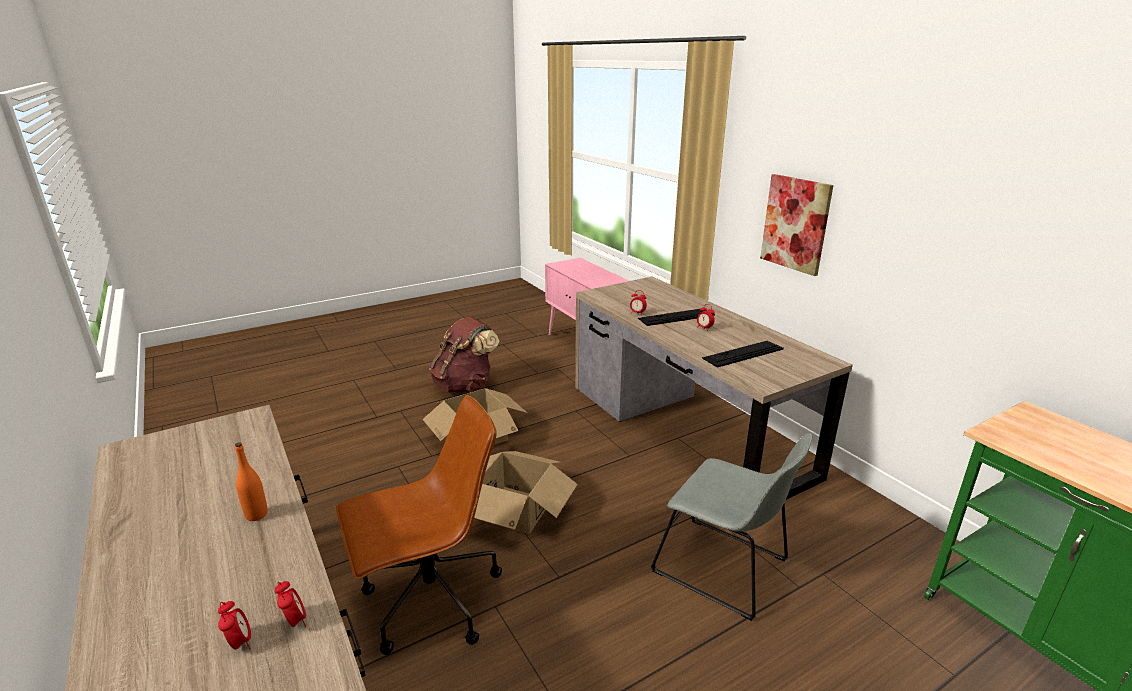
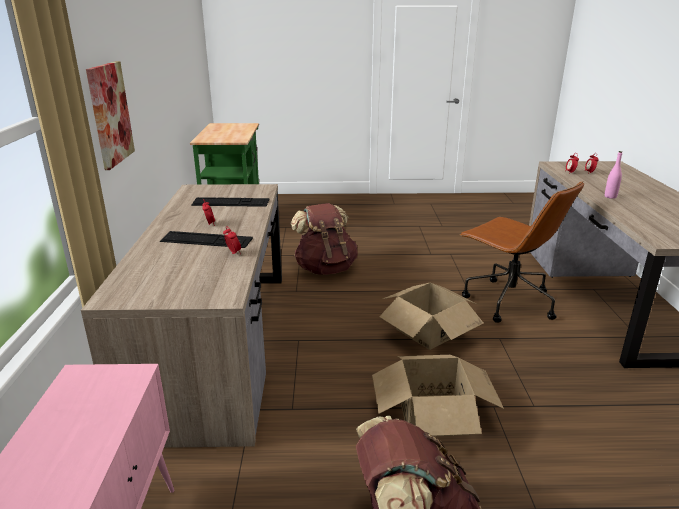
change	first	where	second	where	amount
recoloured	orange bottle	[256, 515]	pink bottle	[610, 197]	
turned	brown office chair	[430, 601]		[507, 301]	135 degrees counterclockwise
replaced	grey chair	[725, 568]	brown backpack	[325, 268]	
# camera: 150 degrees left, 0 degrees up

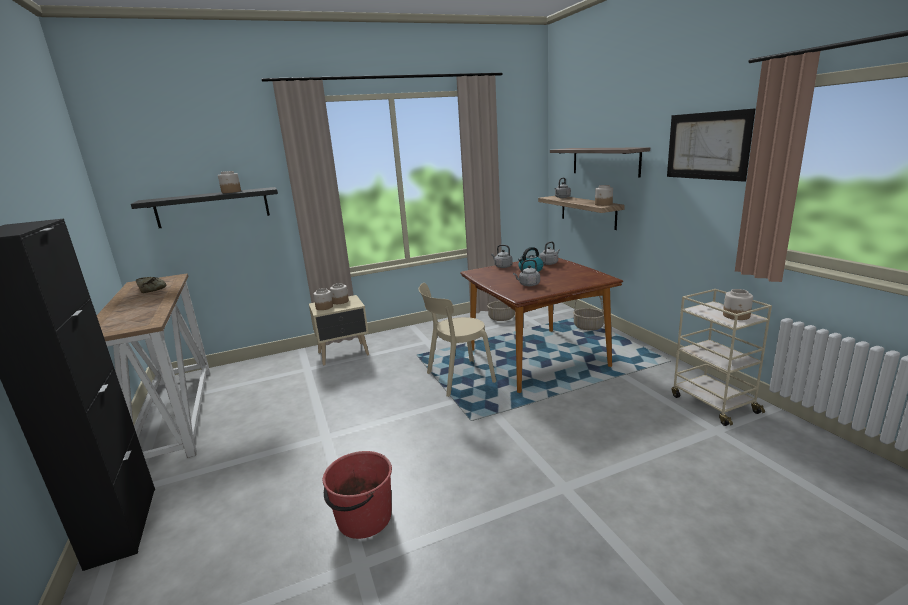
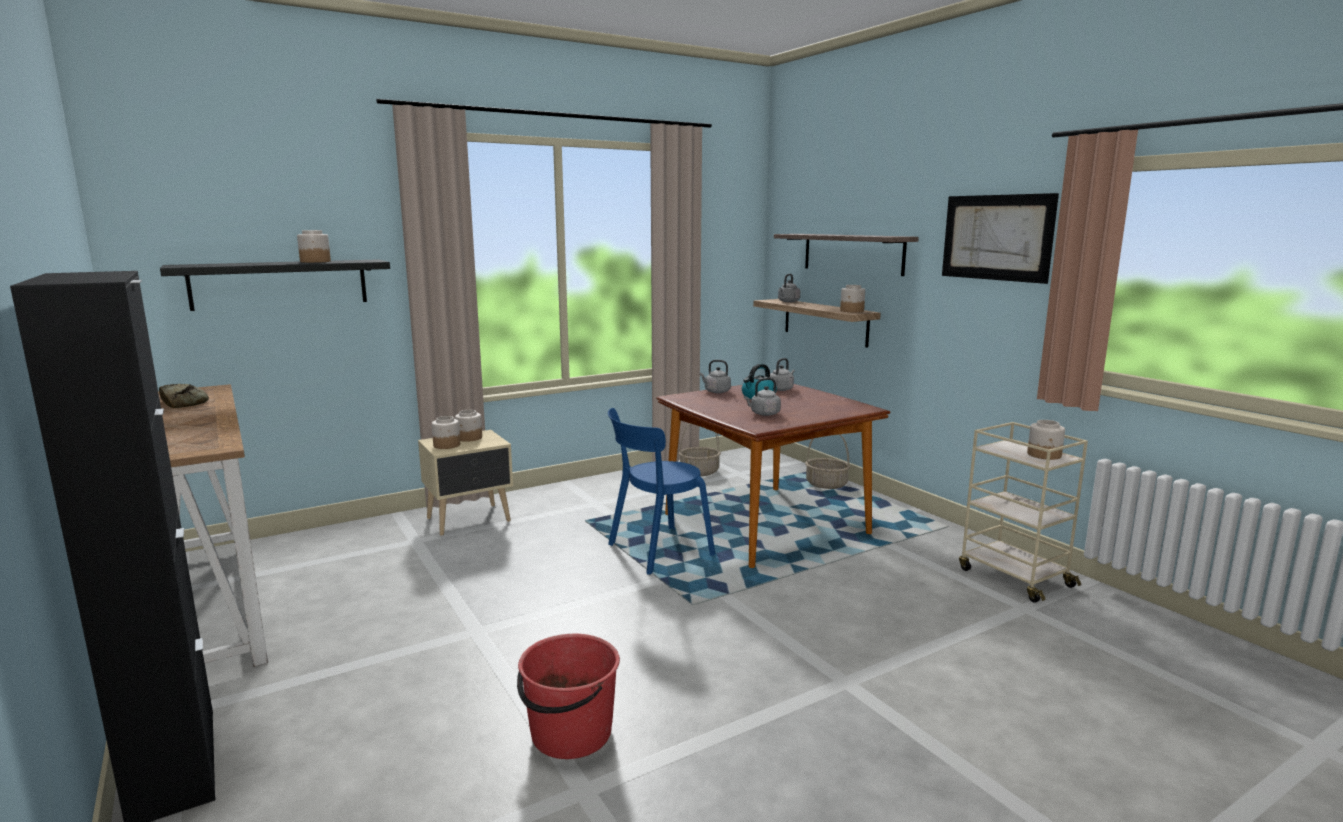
change	first	where	second	where	amount
recoloured	beige chair	[457, 378]	blue chair	[656, 551]	
# camera: 10 degrees left, 5 degrees down

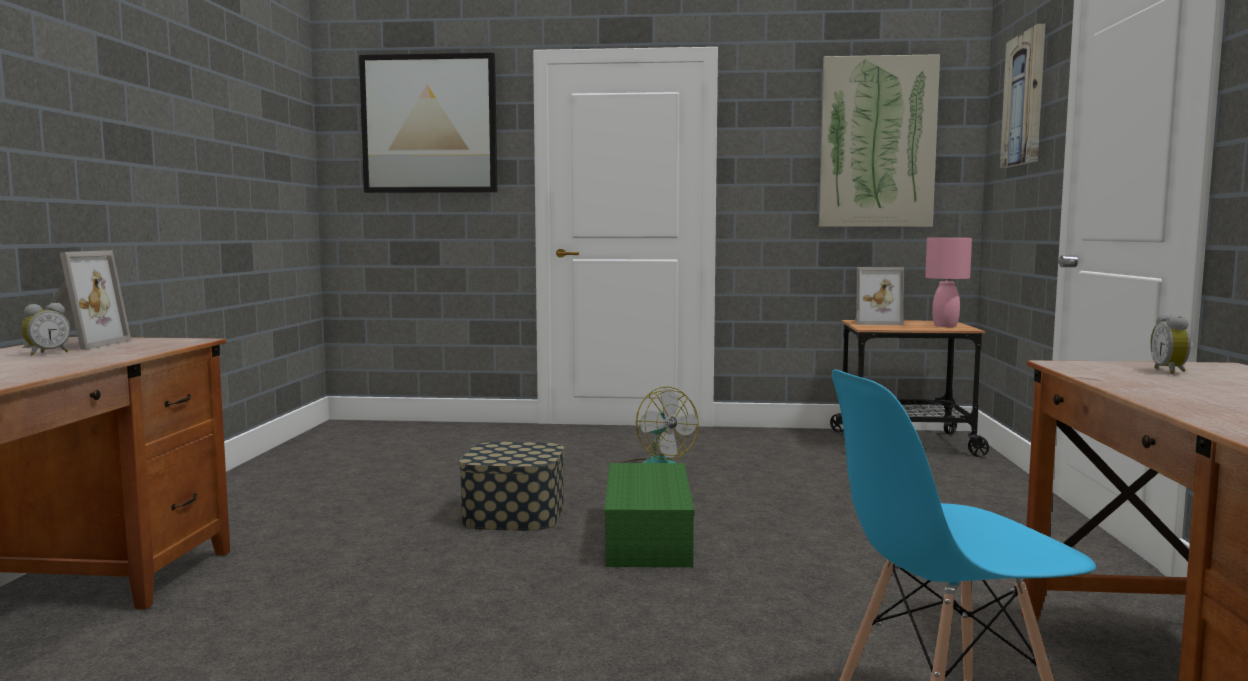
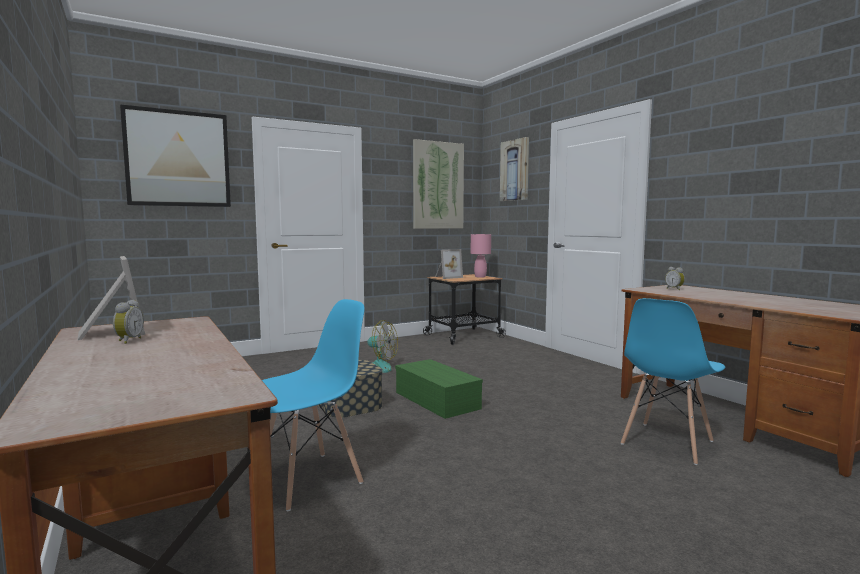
change	first	where	second	where	amount
added			blue chair	[309, 480]	
# camera: 35 degrees left, 0 degrees up

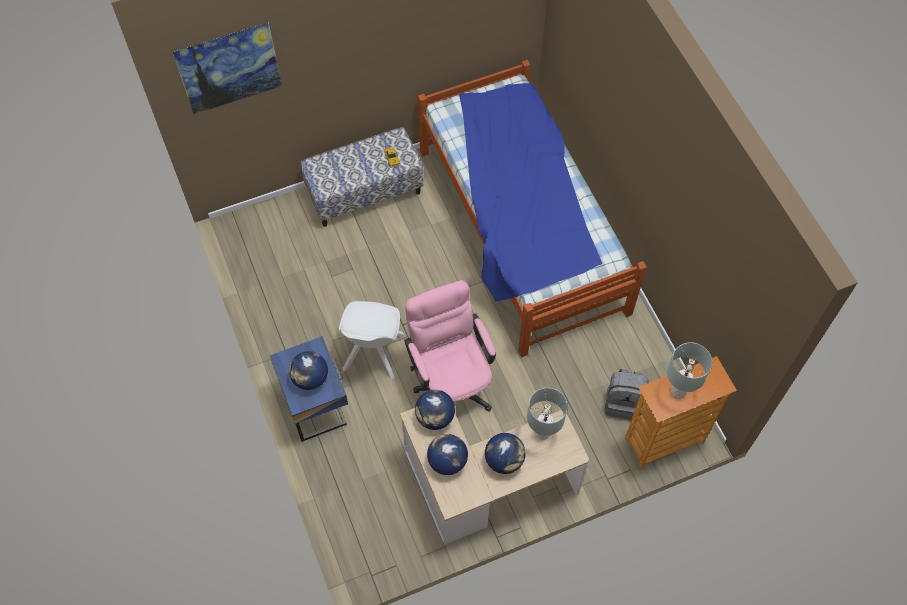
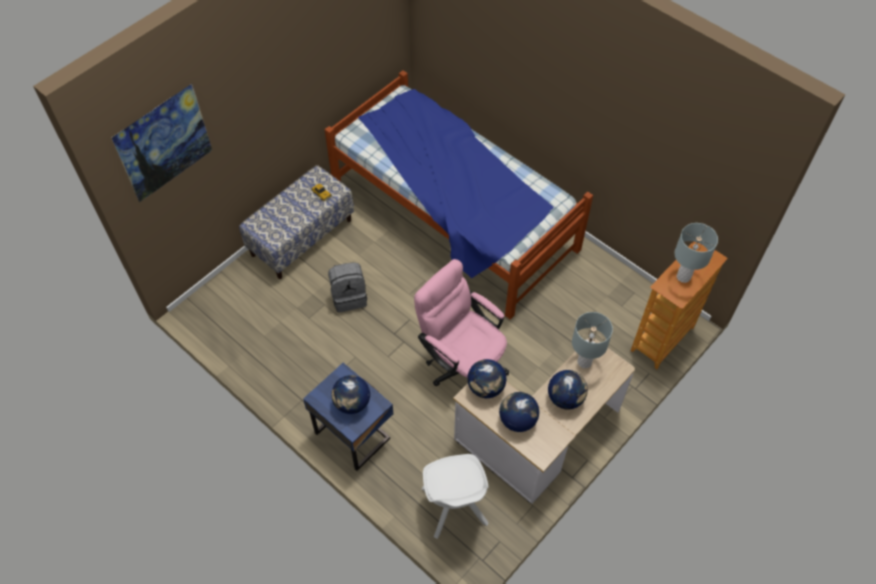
change	first	where	second	where	amount
moved	white chair	[372, 353]		[455, 508]	
moved	grey backpack	[623, 402]		[349, 297]	
# camera: 25 degrees left, 5 degrees down

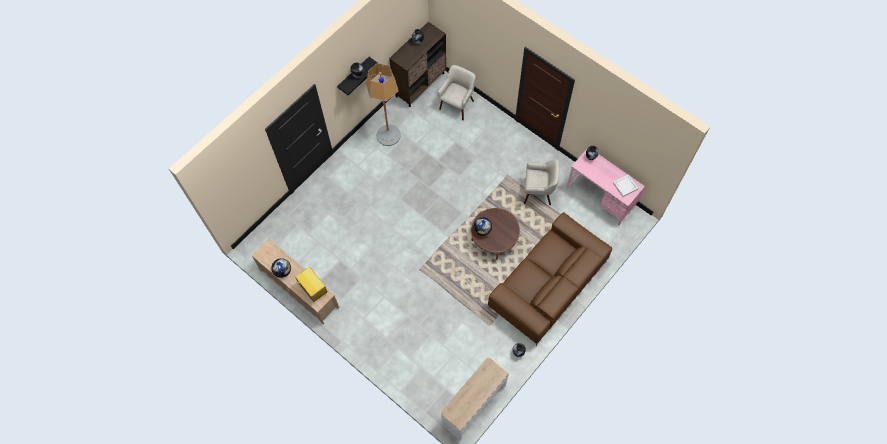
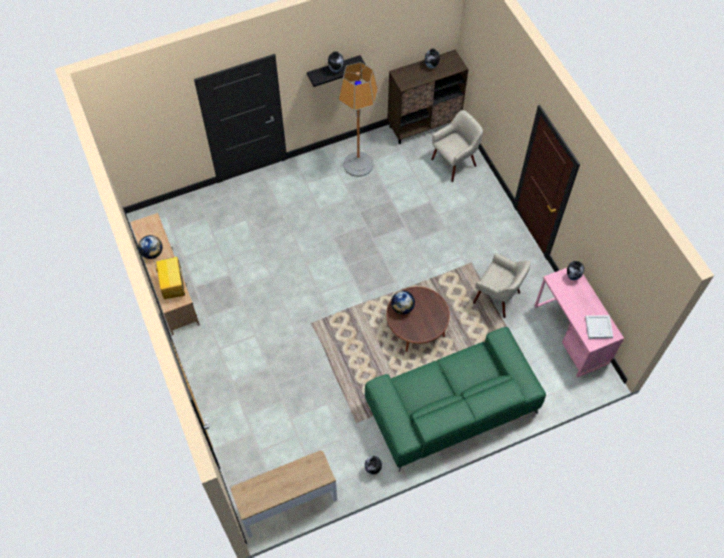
change	first	where	second	where	amount
recoloured	brown sofa	[547, 285]	green sofa	[451, 407]	
# camera: 25 degrees right, 5 degrees down

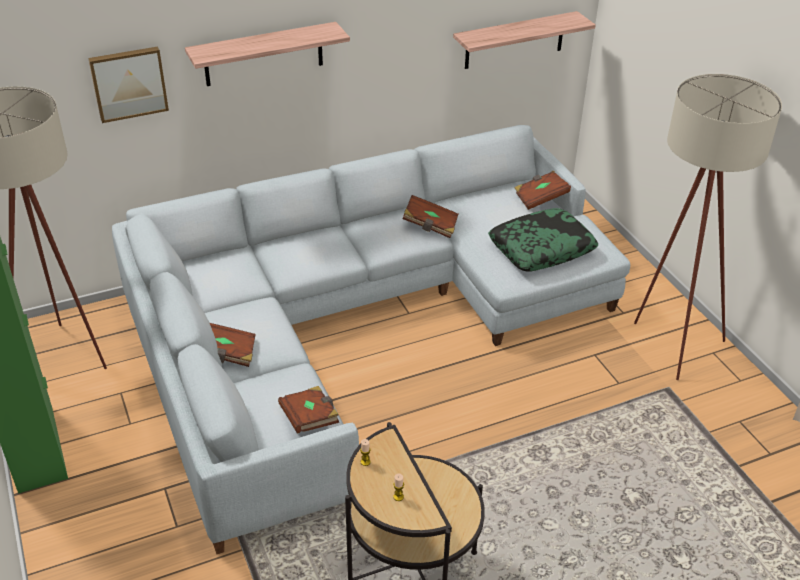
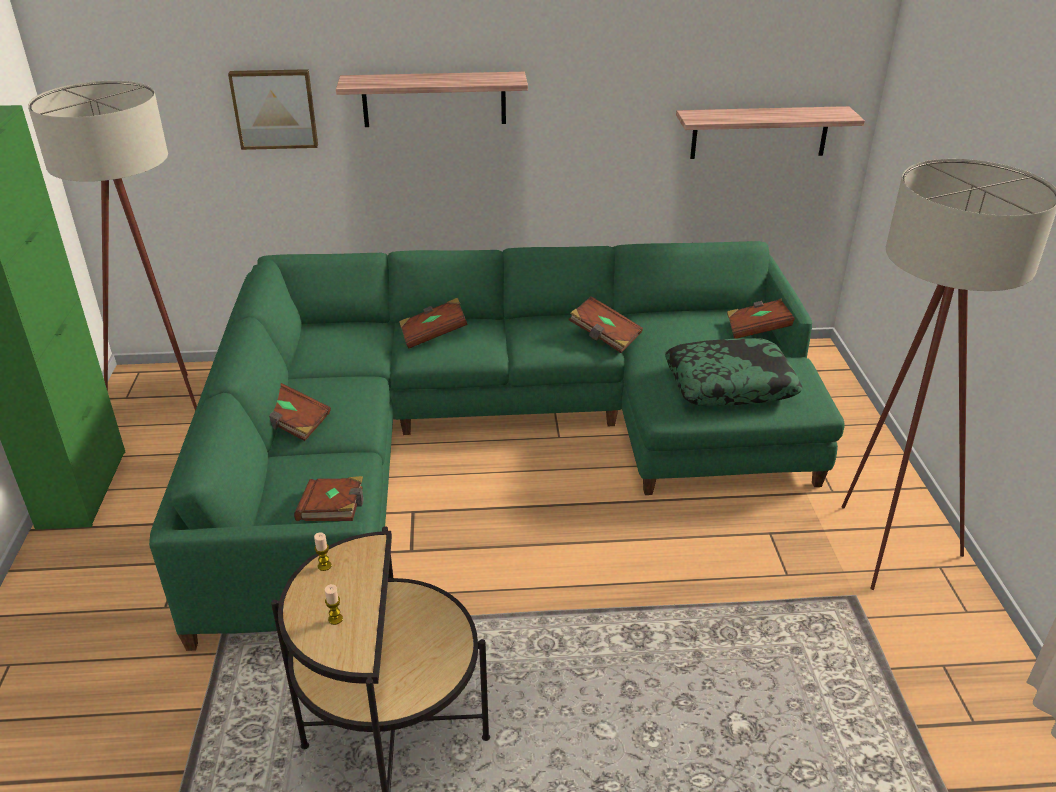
change	first	where	second	where	amount
recoloured	grey sofa	[356, 323]	green sofa	[492, 435]	
added			brown book	[433, 335]	
# camera: 20 degrees right, 5 degrees down

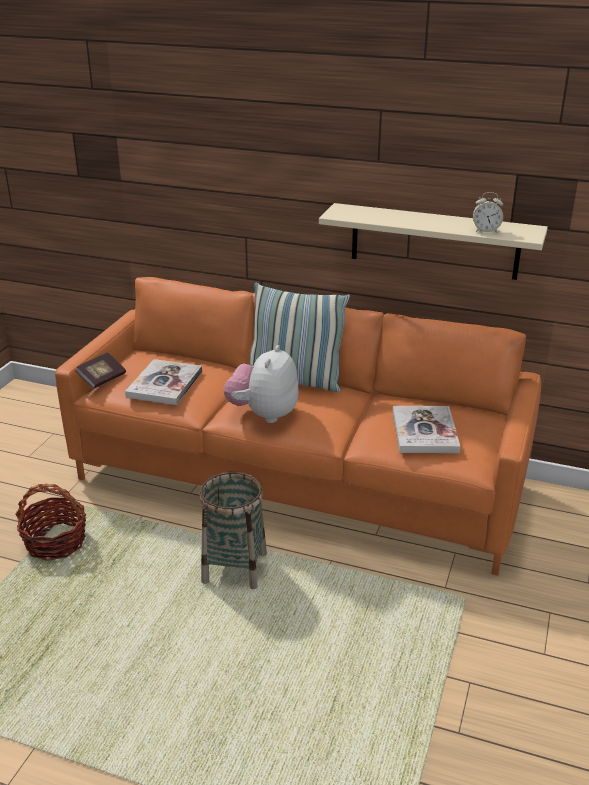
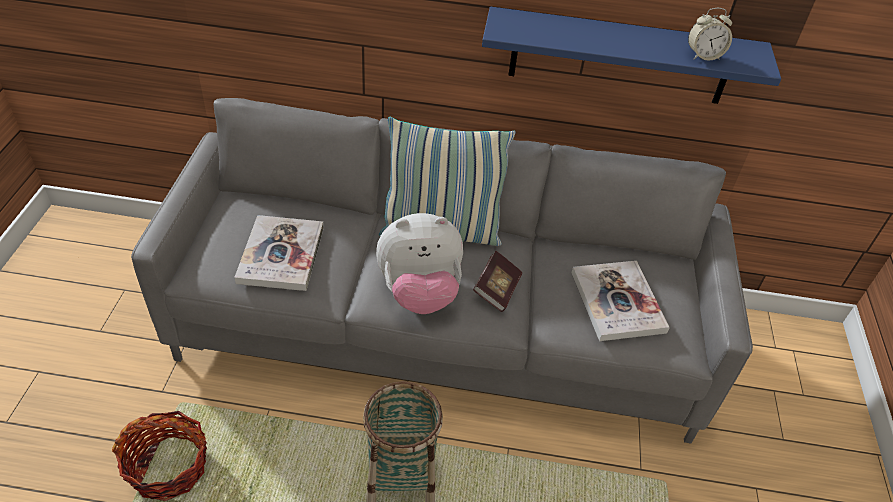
change	first	where	second	where	amount
recoloured	orange sofa	[296, 483]	grey sofa	[440, 336]	
moved	book	[102, 379]		[497, 289]	
turned	plush toy	[263, 414]		[419, 293]	105 degrees counterclockwise
recoloured	beige shelf	[434, 241]	blue shelf	[620, 57]	
# camera: 15 degrees left, 15 degrees up

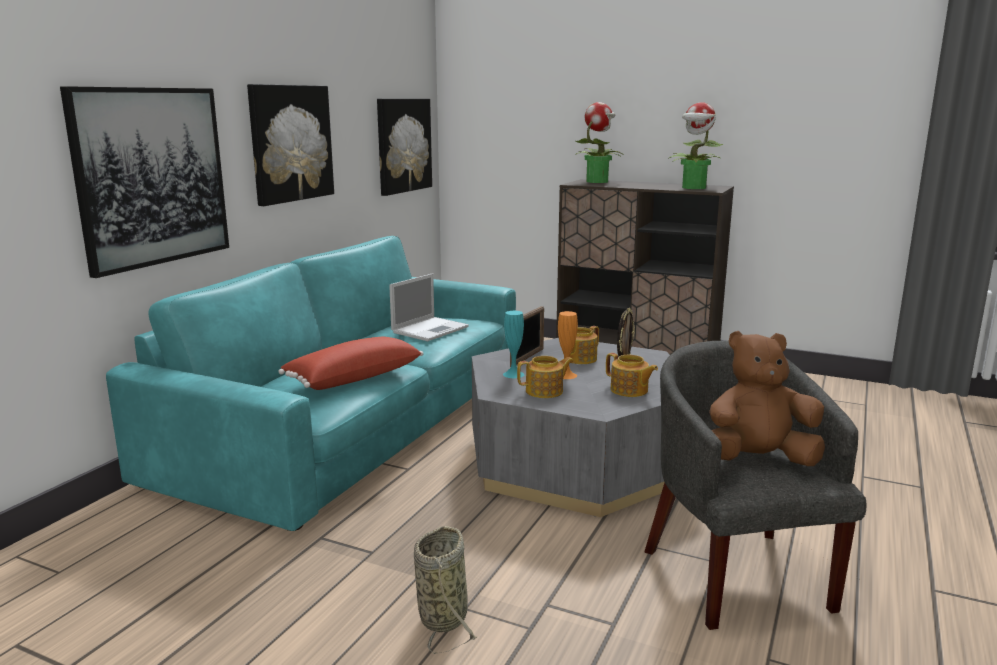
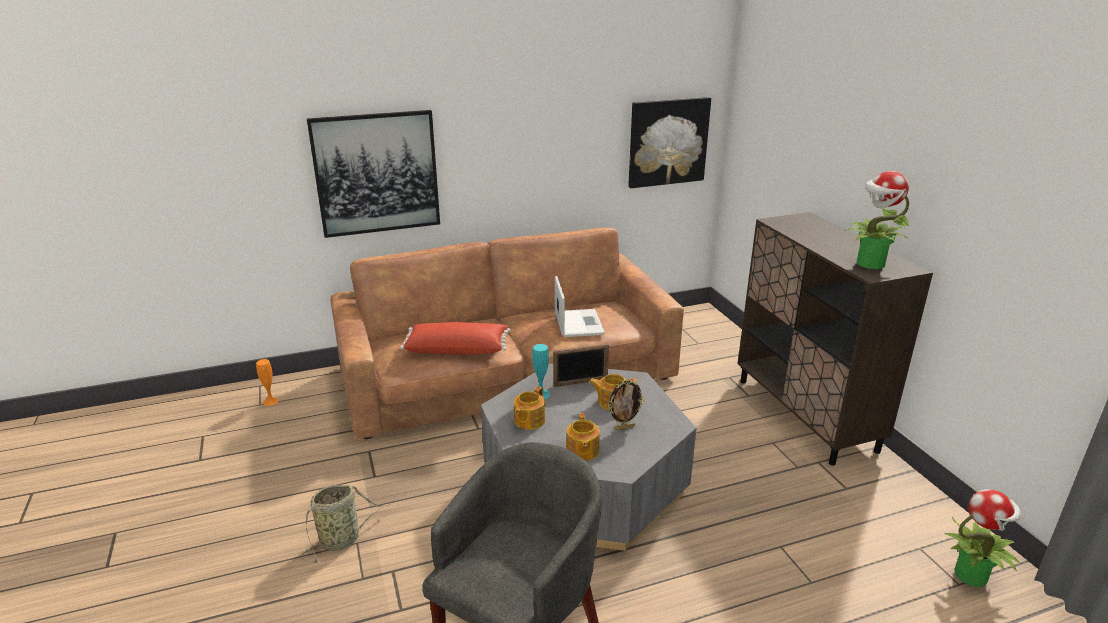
change	first	where	second	where	amount
recoloured	turquoise sofa	[356, 422]	brown sofa	[507, 374]	
removed	picture	[290, 143]			
turned	laptop	[431, 329]		[578, 323]	90 degrees counterclockwise
turned	teapot	[545, 391]		[528, 421]	90 degrees clockwise
moved	orange vase	[566, 375]		[270, 401]	
moved	potted plant	[597, 181]		[971, 575]	
removed	brown plush toy	[757, 461]			
# camera: 45 degrees right, 10 degrees up

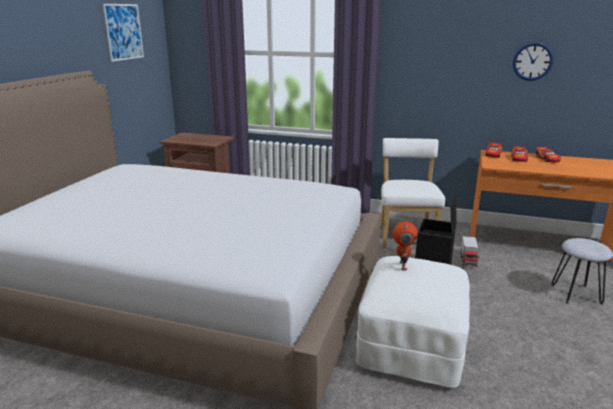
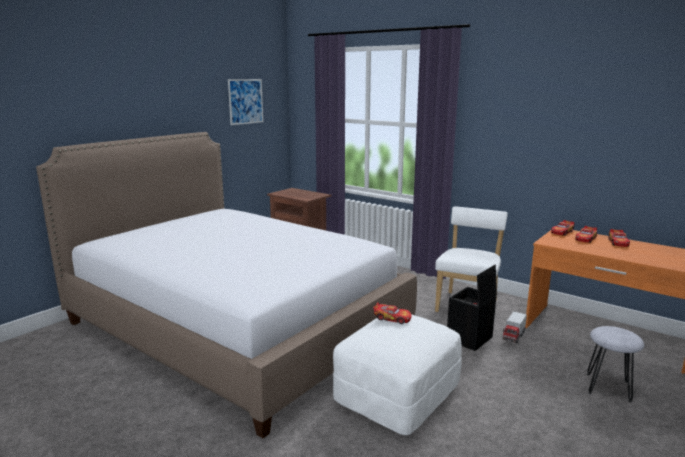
change	first	where	second	where	amount
replaced	toy robot	[402, 265]	toy car	[392, 318]	
removed	wall clock	[532, 61]			
# camera: 20 degrees right, 5 degrees down

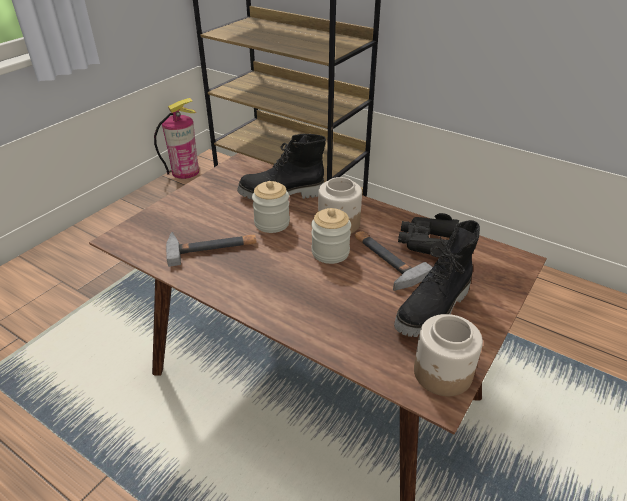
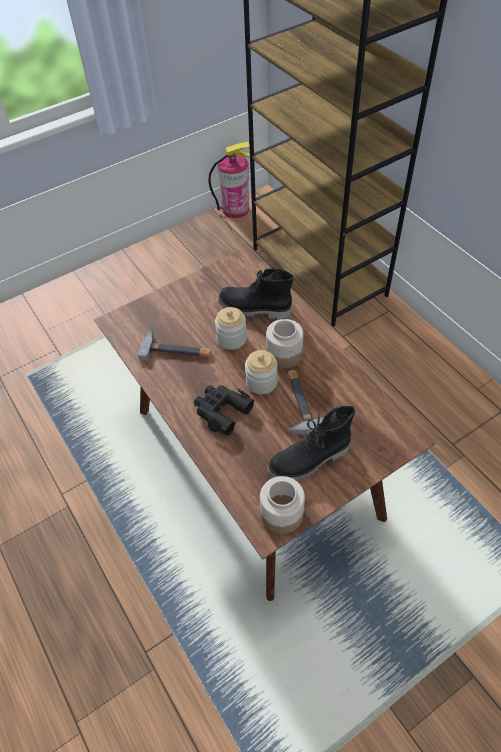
change	first	where	second	where	amount
moved	black binoculars	[427, 242]		[221, 411]	
# camera: 25 degrees right, 15 degrees up

